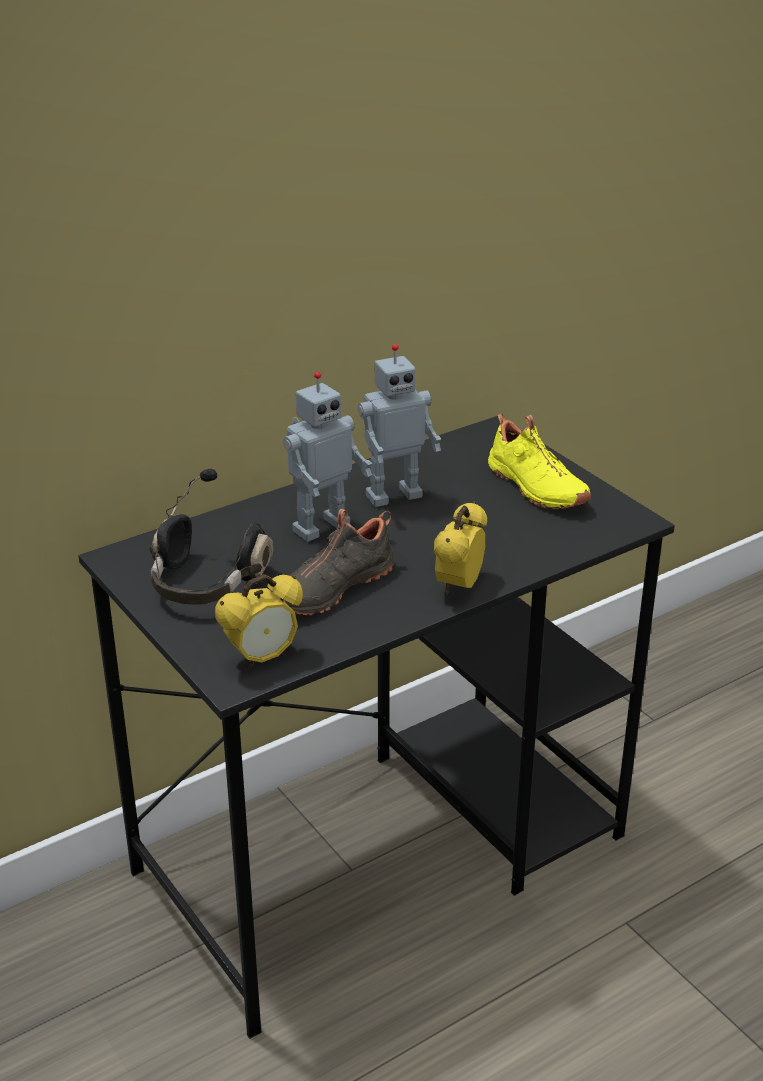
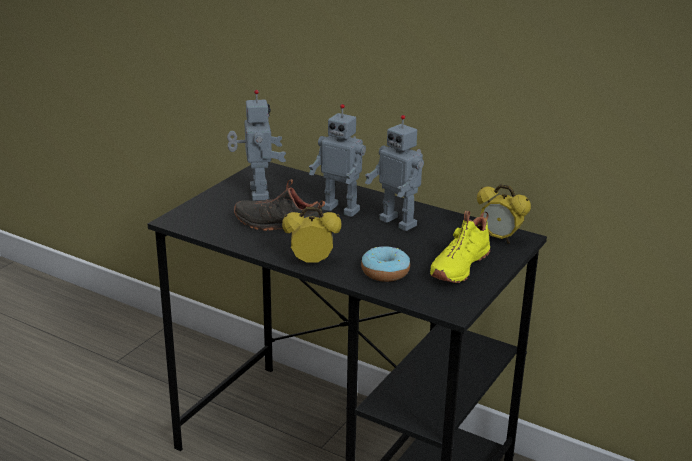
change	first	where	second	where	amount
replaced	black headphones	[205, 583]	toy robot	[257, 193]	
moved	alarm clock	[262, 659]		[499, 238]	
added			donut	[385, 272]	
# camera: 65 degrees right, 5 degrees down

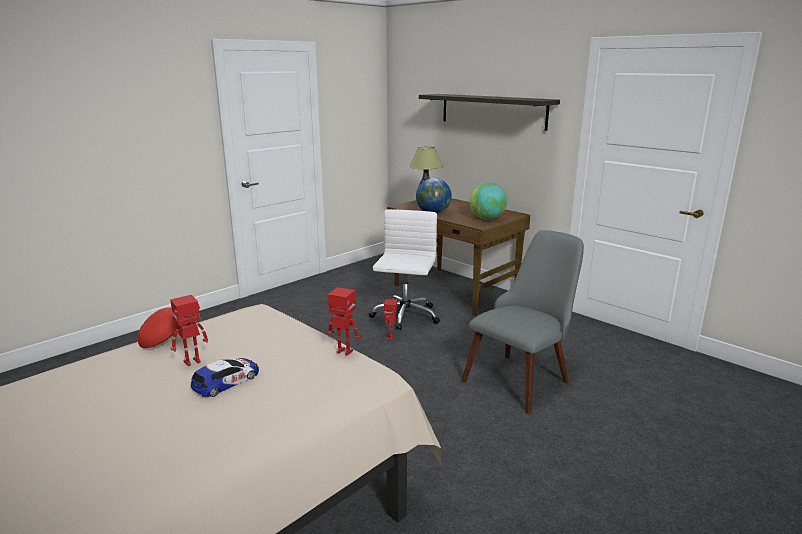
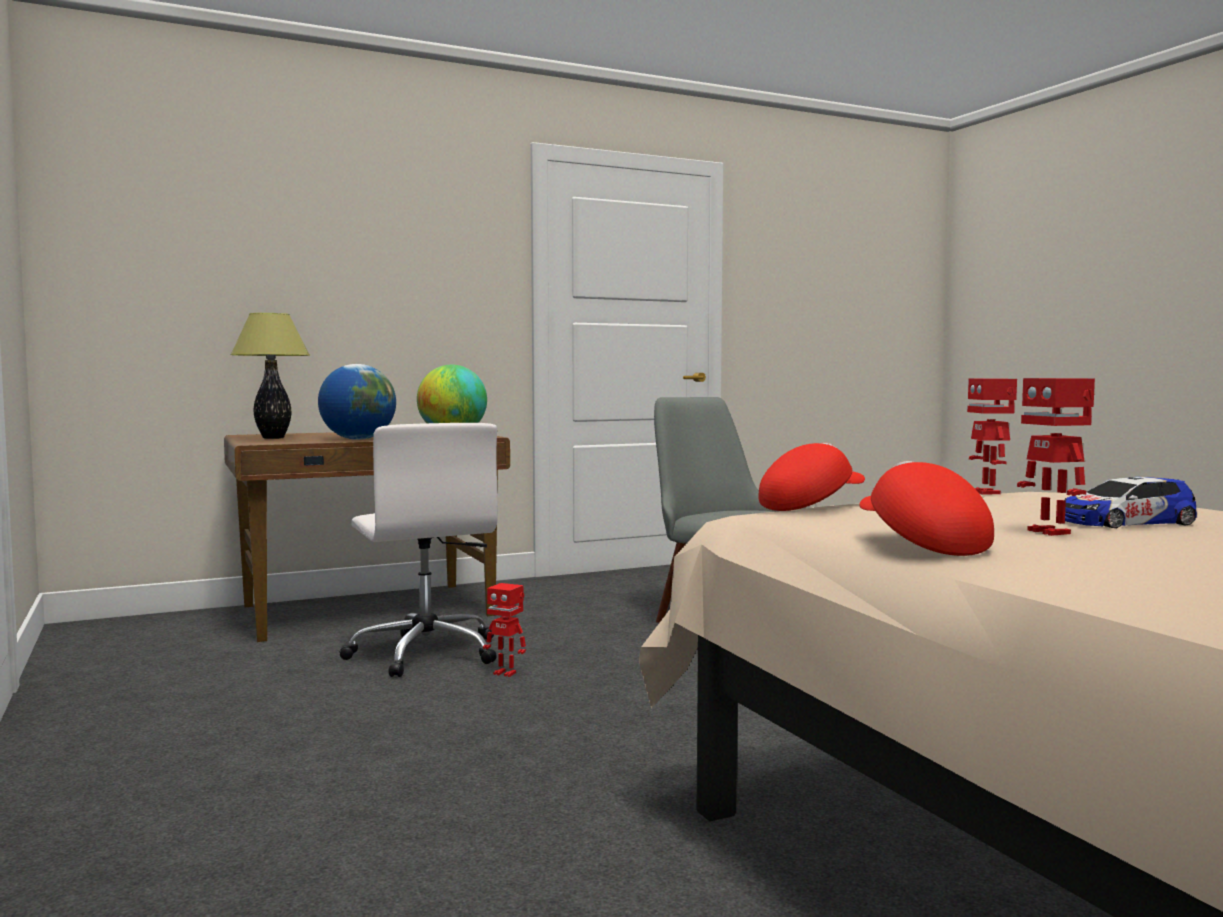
change	first	where	second	where	amount
turned	toy car	[226, 381]		[1125, 522]	75 degrees counterclockwise
turned	toy robot	[344, 352]		[987, 492]	45 degrees counterclockwise
turned	white office chair	[405, 316]		[425, 653]	150 degrees counterclockwise
removed	shelf	[492, 111]			
added			red cap	[810, 506]	
# camera: 70 degrees left, 15 degrees down

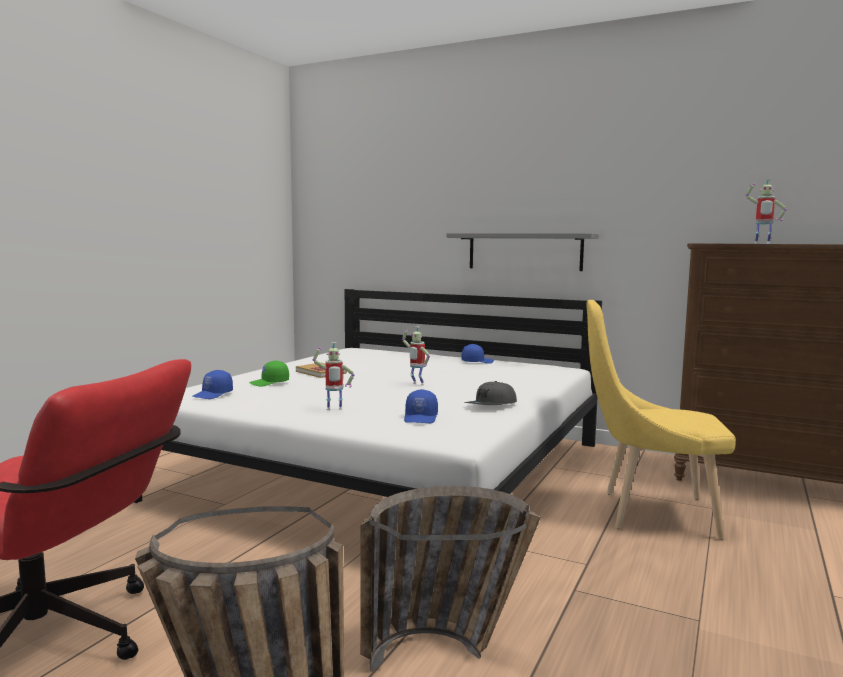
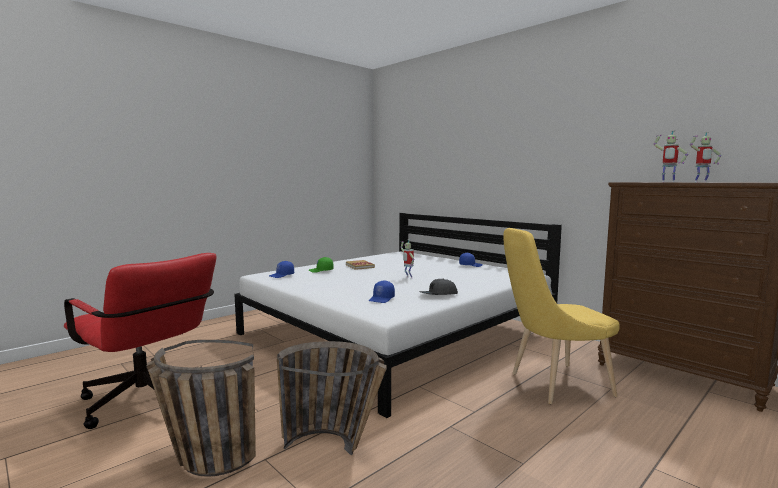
change	first	where	second	where	amount
moved	toy robot	[334, 410]		[701, 182]	
removed	grey shelf	[524, 251]			
turned	yellow chair	[649, 513]		[554, 385]	45 degrees counterclockwise
# camera: 20 degrees right, 0 degrees up

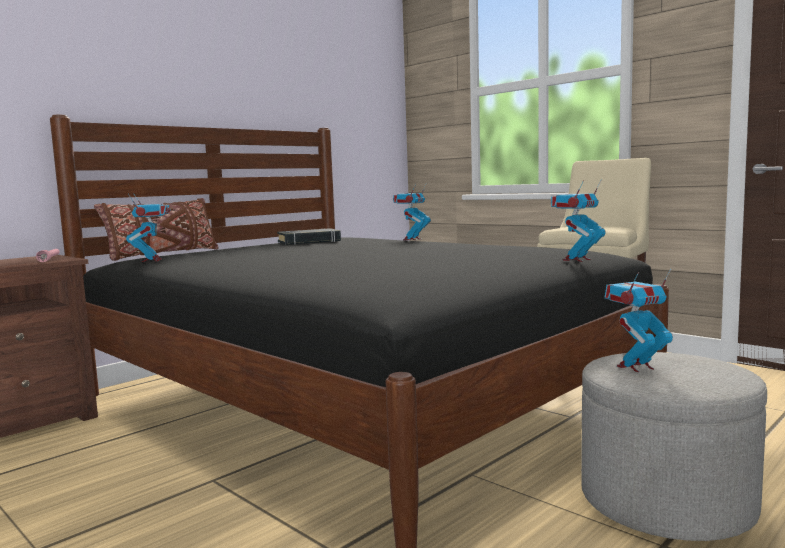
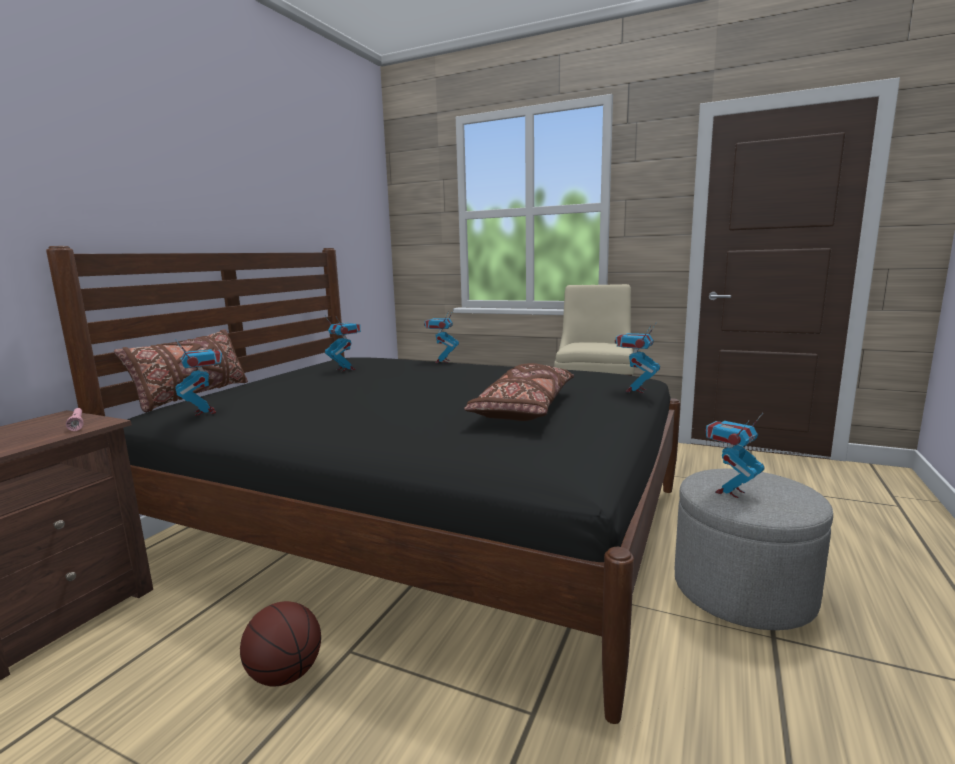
change	first	where	second	where	amount
replaced	black book	[309, 241]	toy robot	[345, 369]	
added			basketball	[285, 674]	
added			brown pillow	[524, 409]	
# camera: 20 degrees left, 5 degrees up

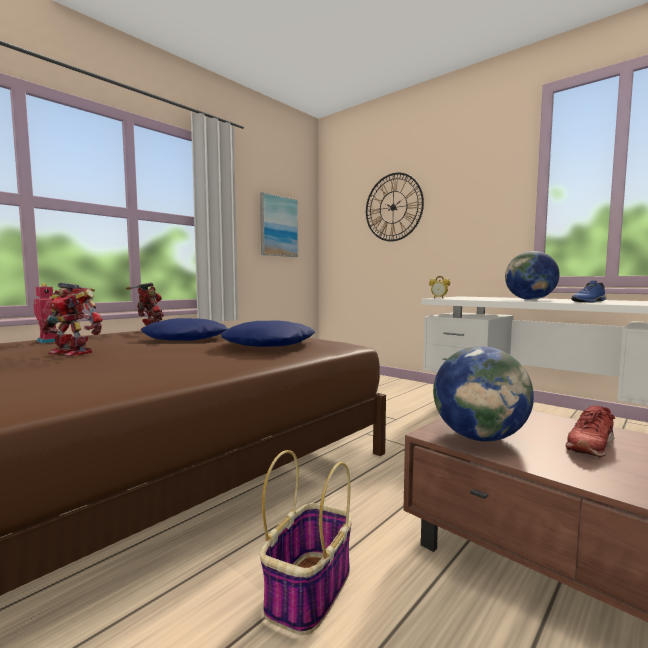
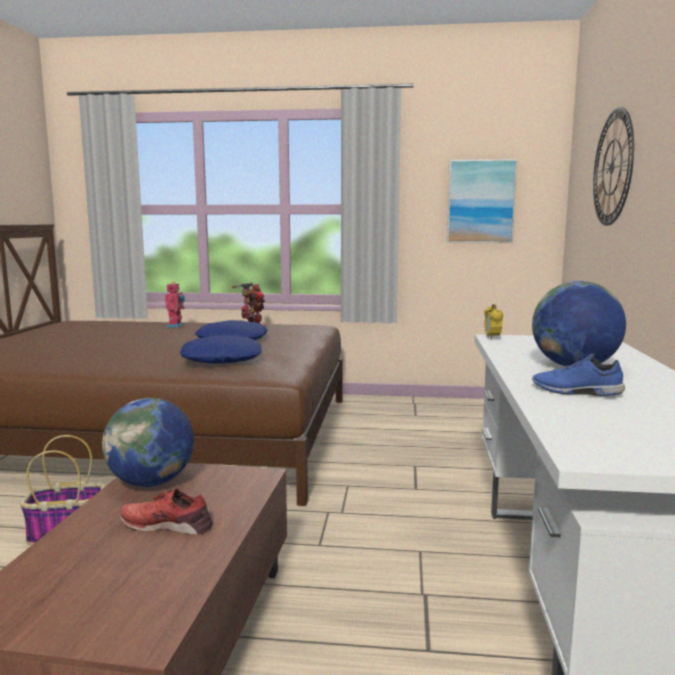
change	first	where	second	where	amount
removed	toy robot	[73, 352]			
# camera: 55 degrees right, 5 degrees up

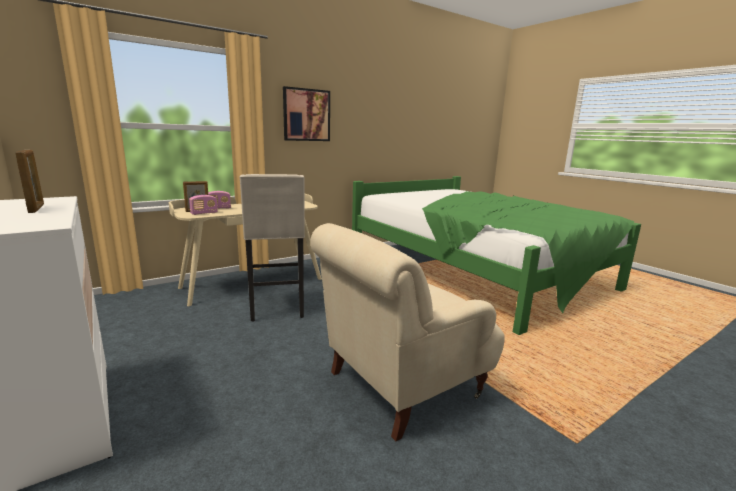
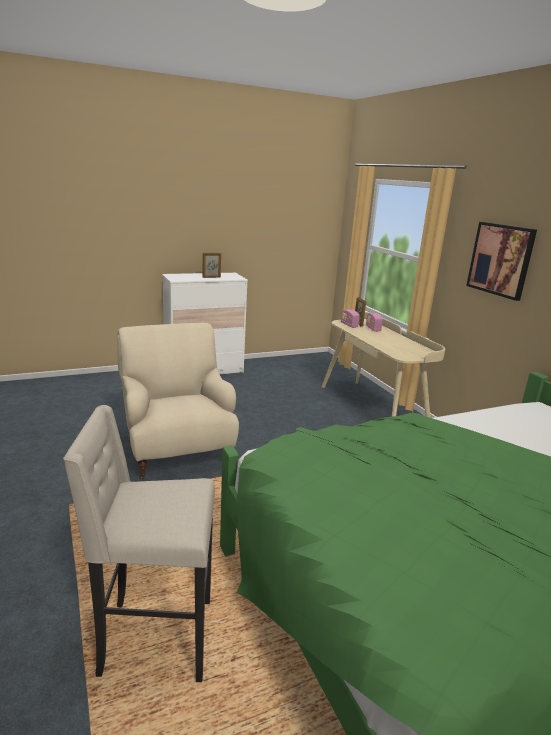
change	first	where	second	where	amount
moved	beige stool	[277, 308]		[154, 638]	
# camera: 100 degrees right, 5 degrees up

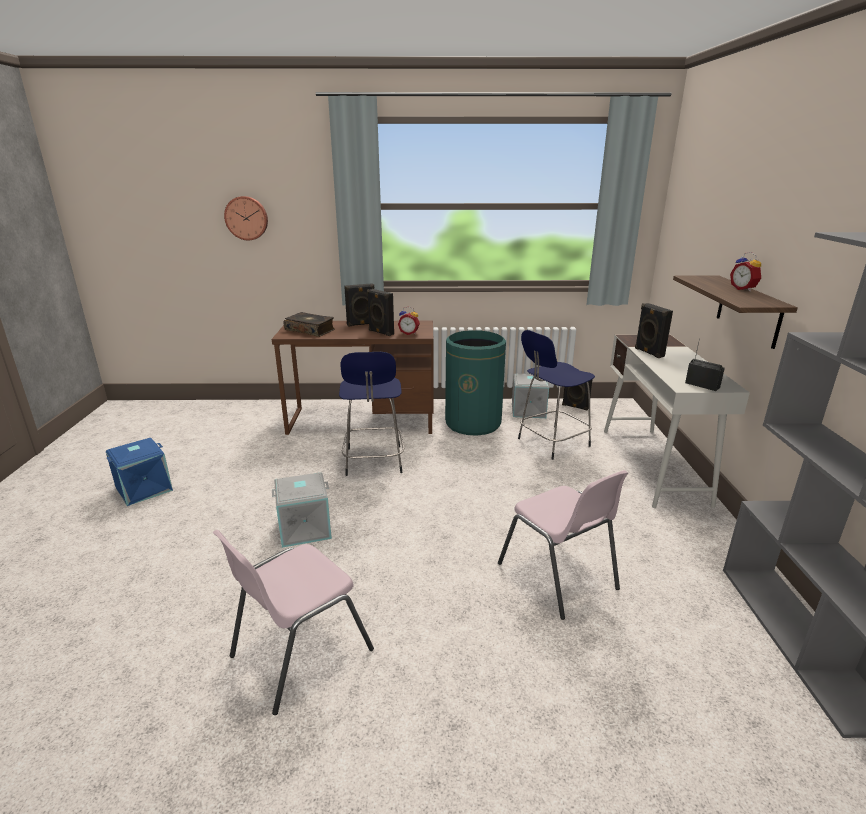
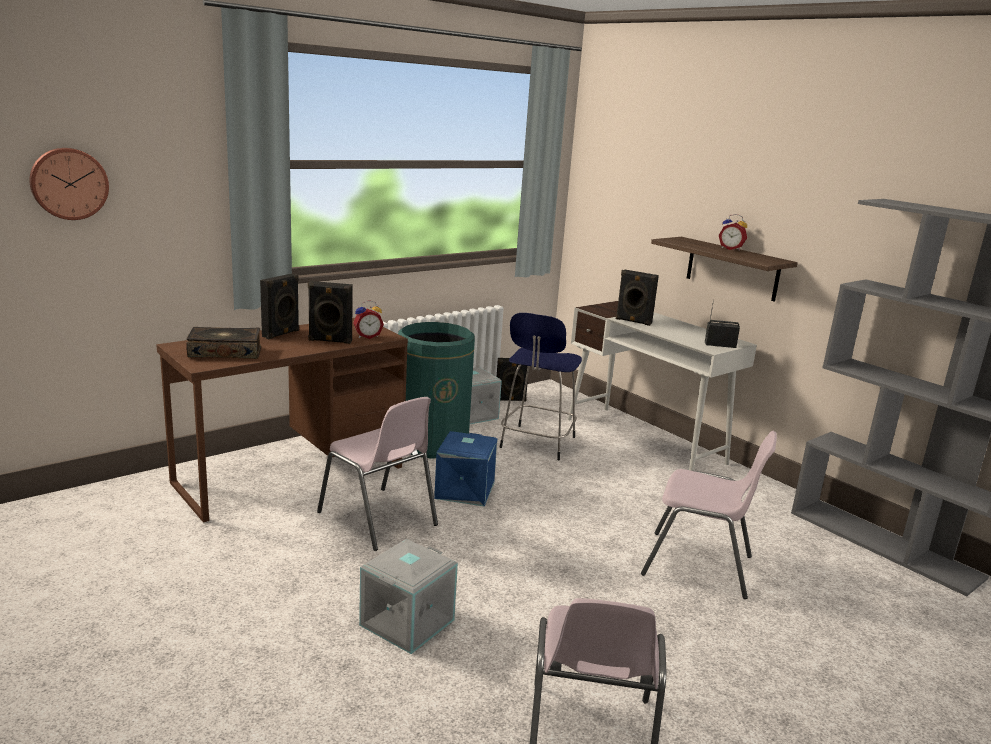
change	first	where	second	where	amount
moved	blue storage box	[144, 488]		[463, 490]	
replaced	blue stool	[373, 462]	pink chair	[378, 519]	
# camera: 40 degrees left, 5 degrees down

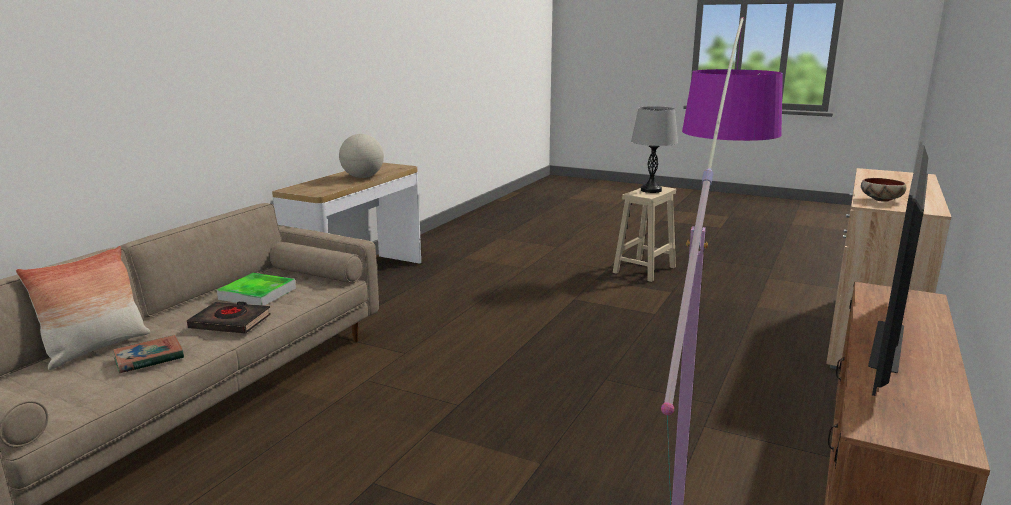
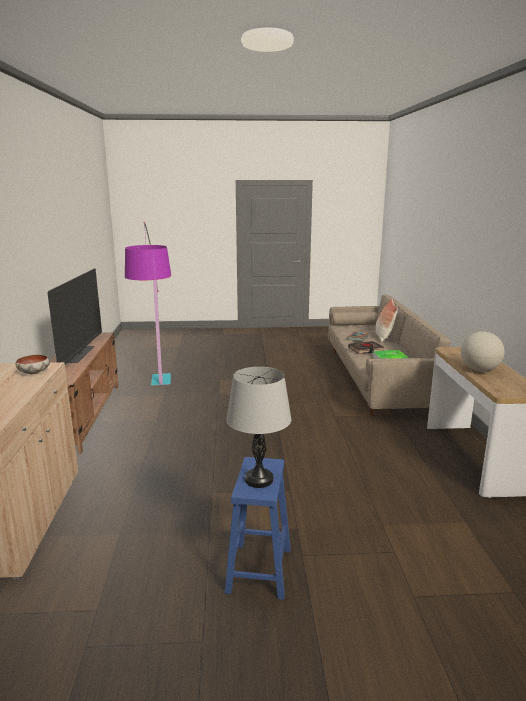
change	first	where	second	where	amount
recoloured	beige stool	[644, 270]	blue stool	[259, 569]	
# camera: 150 degrees right, 0 degrees up

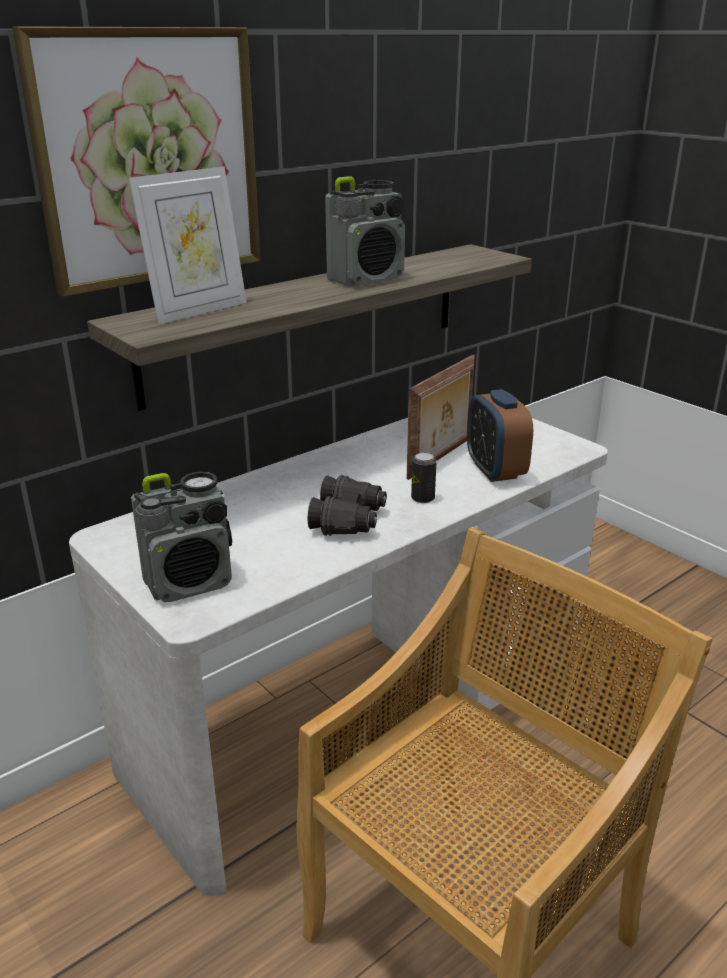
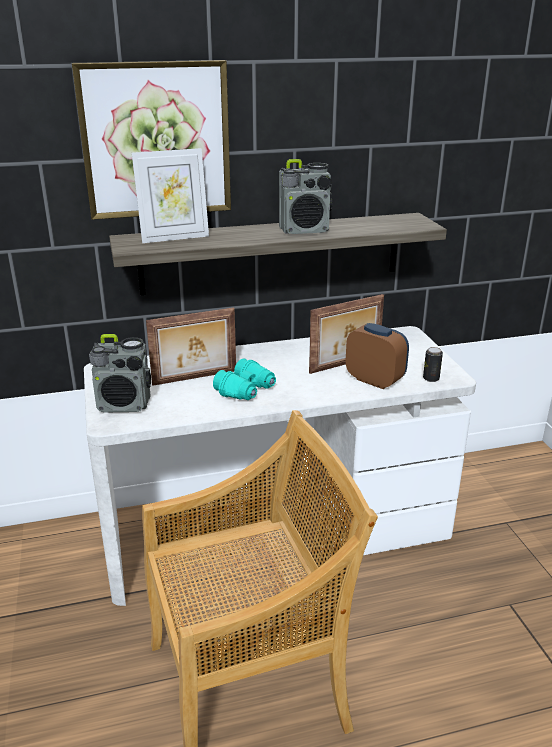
change	first	where	second	where	amount
recoloured	black binoculars	[349, 520]	turquoise binoculars	[247, 390]	
moved	can	[423, 498]		[431, 378]	
turned	alarm clock	[495, 470]		[375, 380]	120 degrees clockwise
added			picture frame	[195, 378]	
# camera: 25 degrees right, 0 degrees up

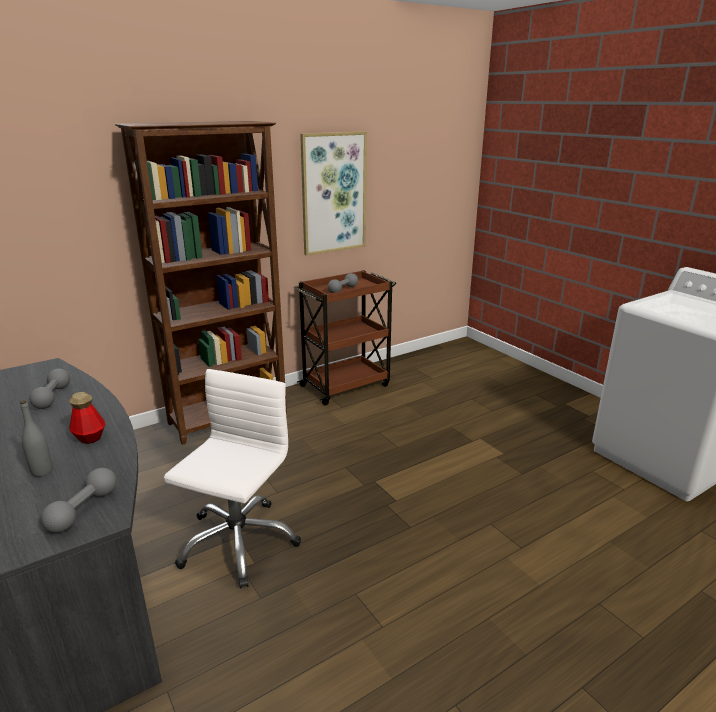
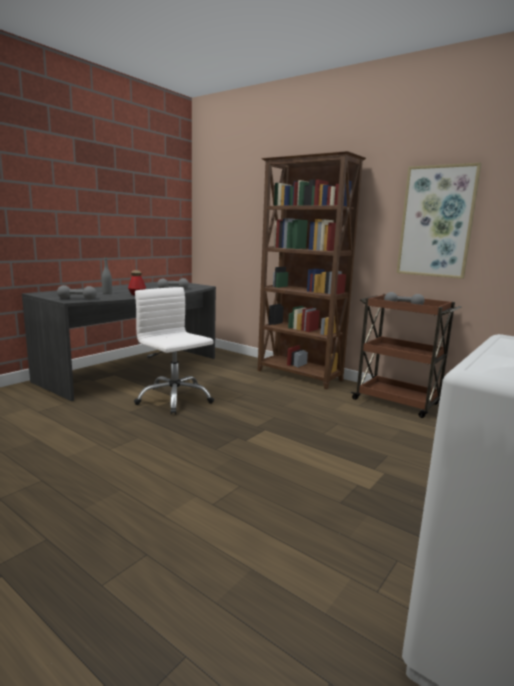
change	first	where	second	where	amount
turned	white office chair	[238, 541]		[174, 399]	135 degrees counterclockwise
# camera: 70 degrees right, 10 degrees down

